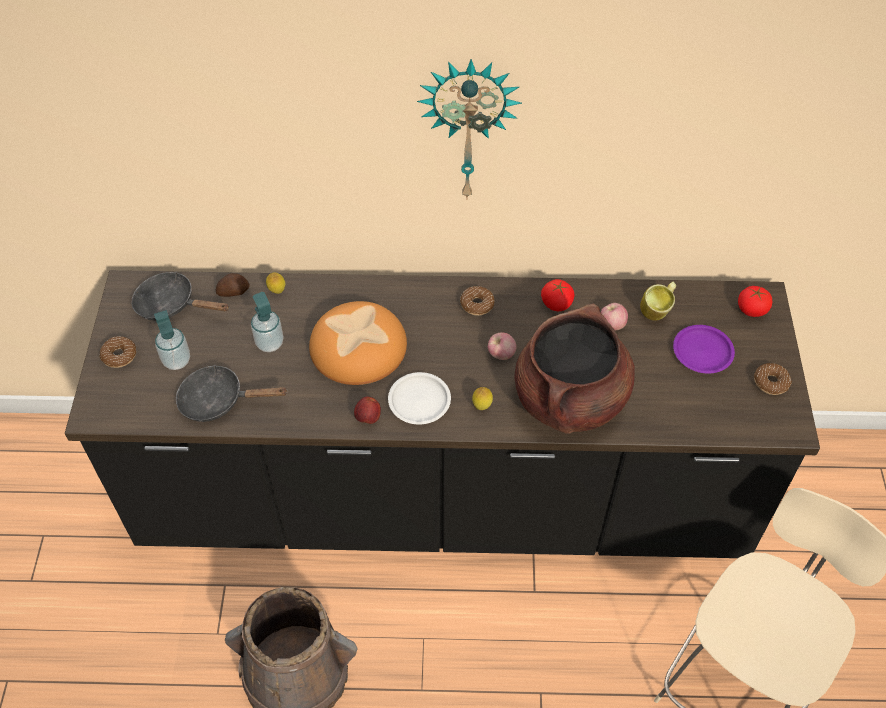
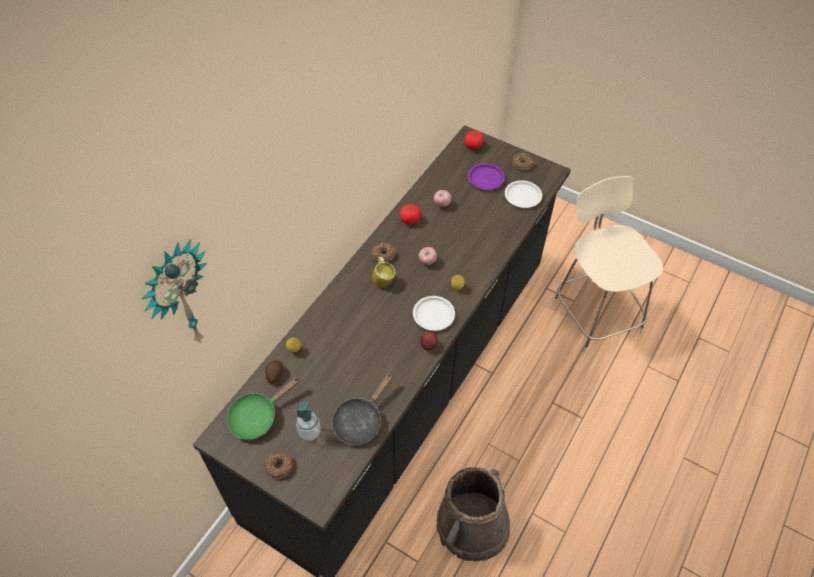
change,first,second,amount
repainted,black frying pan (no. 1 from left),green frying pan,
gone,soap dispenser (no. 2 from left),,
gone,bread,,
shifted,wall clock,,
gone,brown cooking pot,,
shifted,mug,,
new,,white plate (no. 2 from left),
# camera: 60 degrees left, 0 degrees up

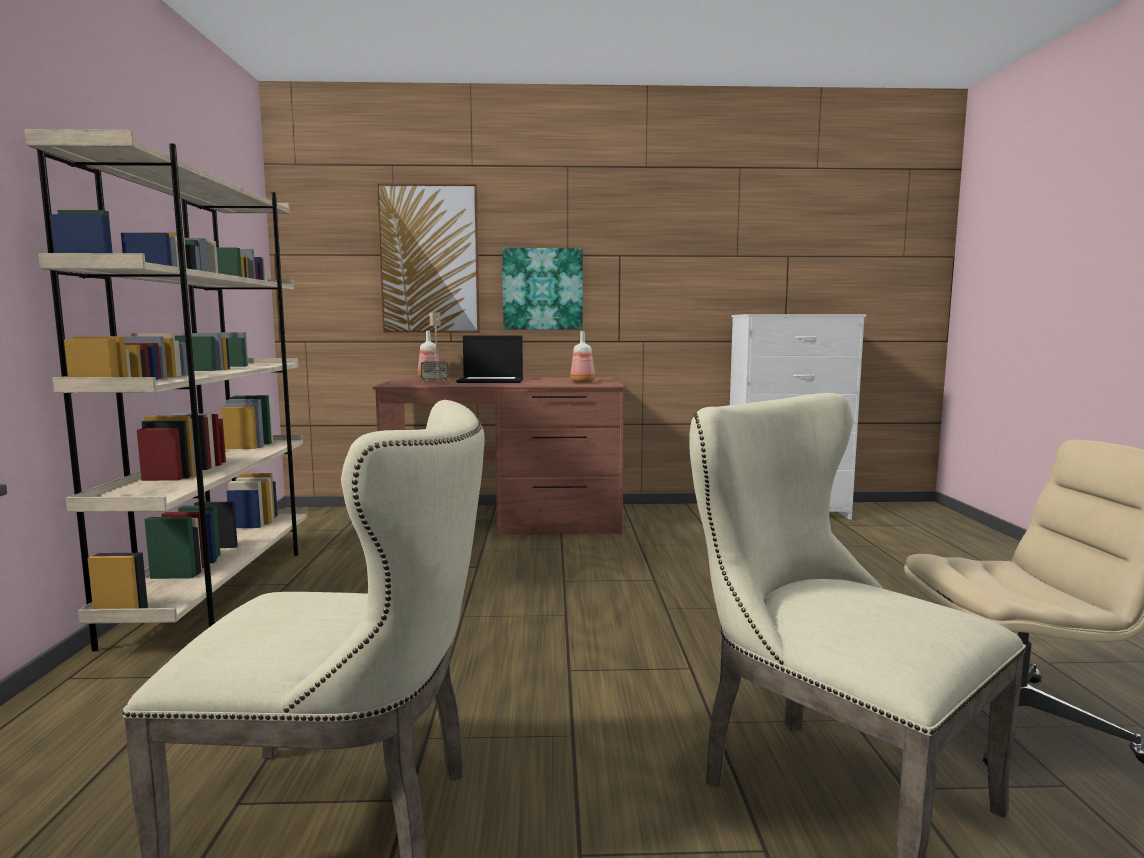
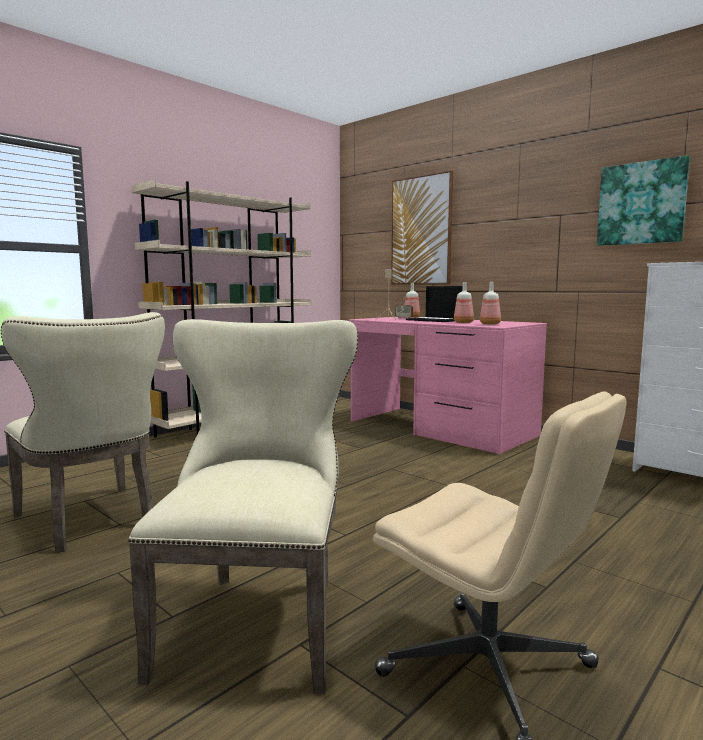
change,first,second,amount
repainted,brown desk,pink desk,
shifted,picture (no. 2 from left),,
new,,bottle (no. 2 from left),
# camera: 45 degrees right, 0 degrees up

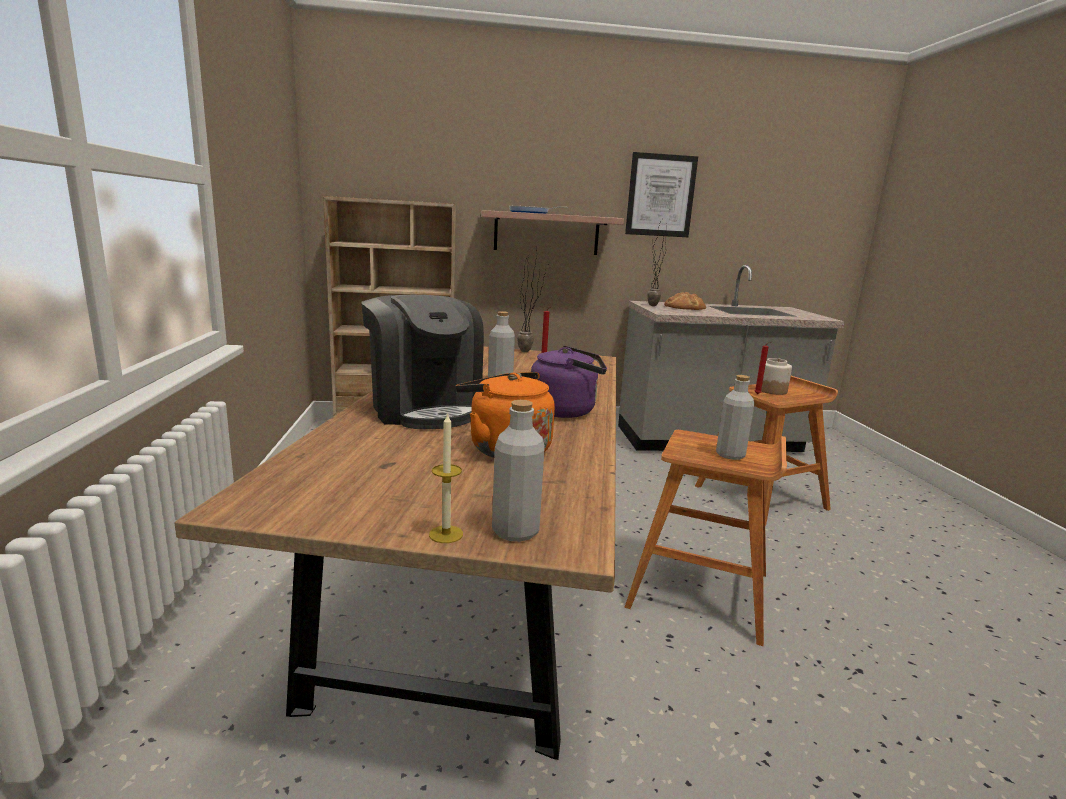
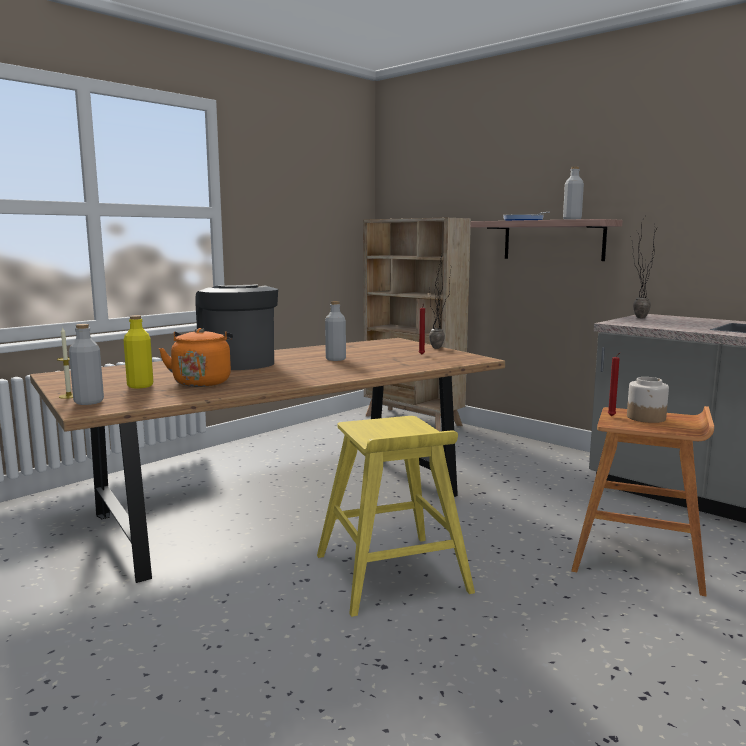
change,first,second,amount
rotated,coffee machine,,135 degrees clockwise
gone,purple kettle,,
repainted,brown stool (no. 1 from left),yellow stool,
gone,picture,,
gone,bread,,
shifted,grey bottle (no. 3 from left),,
new,,yellow bottle,
# camera: 50 degrees right, 5 degrees down

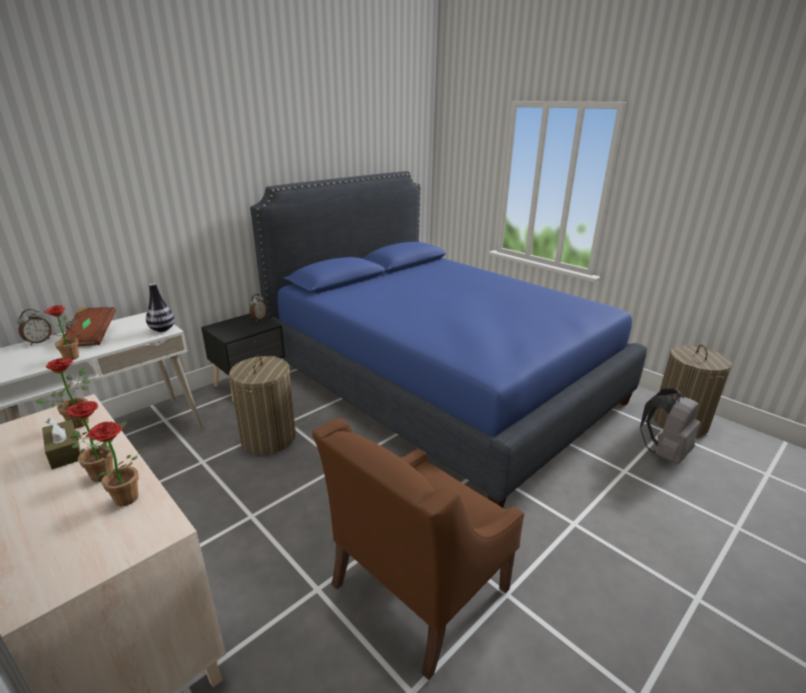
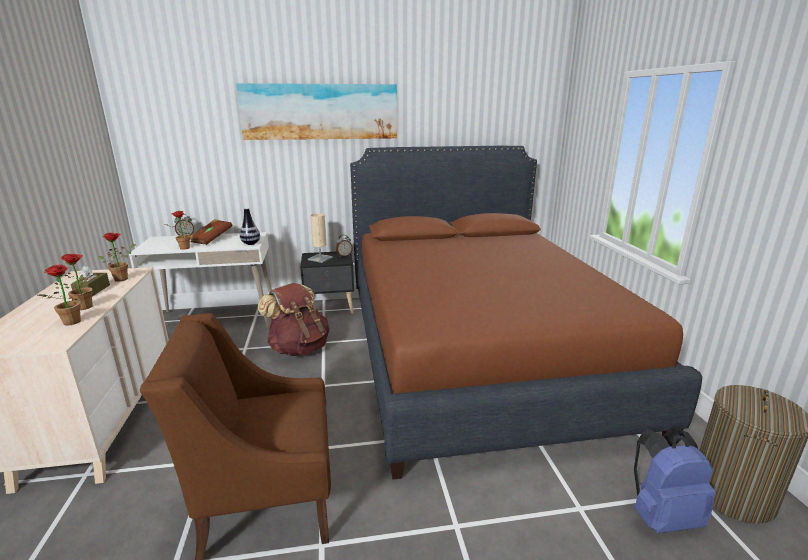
change,first,second,amount
swapped,laundry basket (no. 1 from left),brown backpack,
repainted,blue bed,brown bed,
repainted,grey backpack,blue backpack,
new,,picture,
new,,beige table lamp,
# camera: 35 degrees right, 5 degrees down

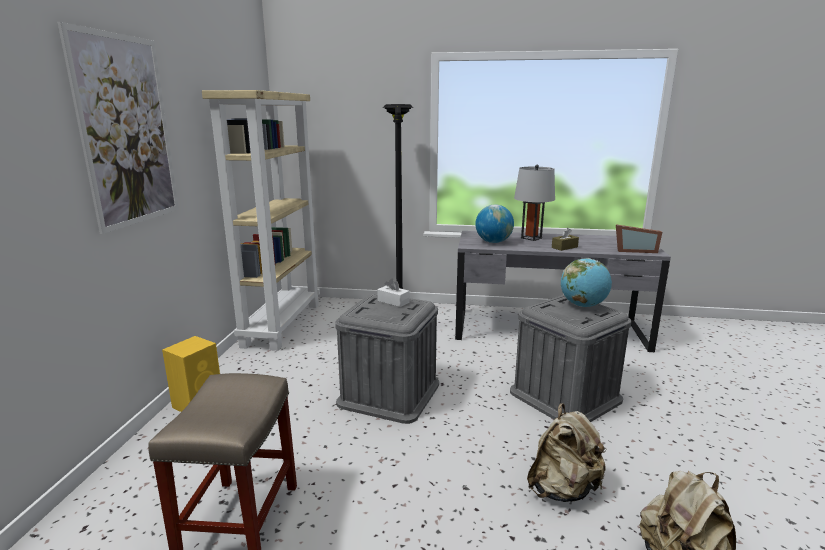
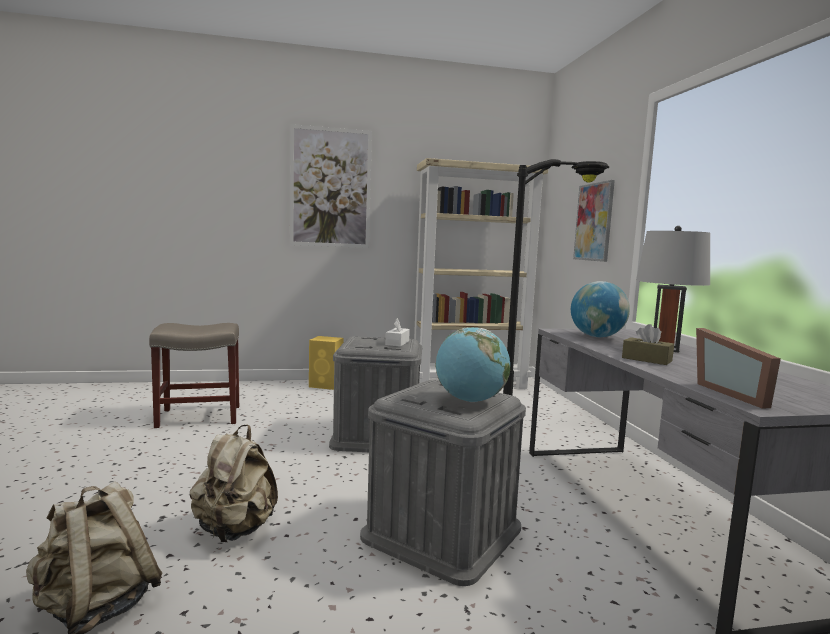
change,first,second,amount
new,,picture (no. 2 from left),
# camera: 70 degrees right, 10 degrees down

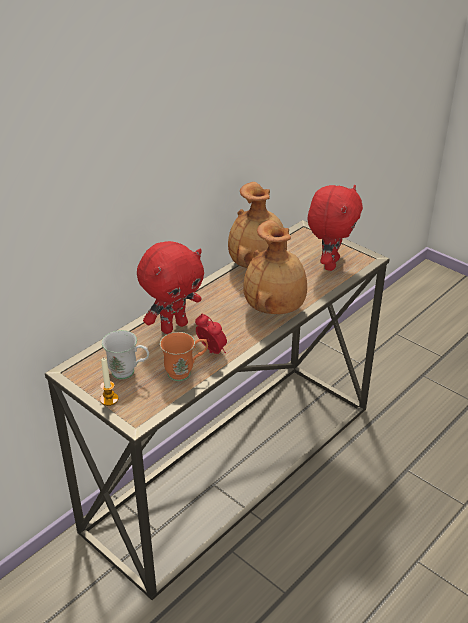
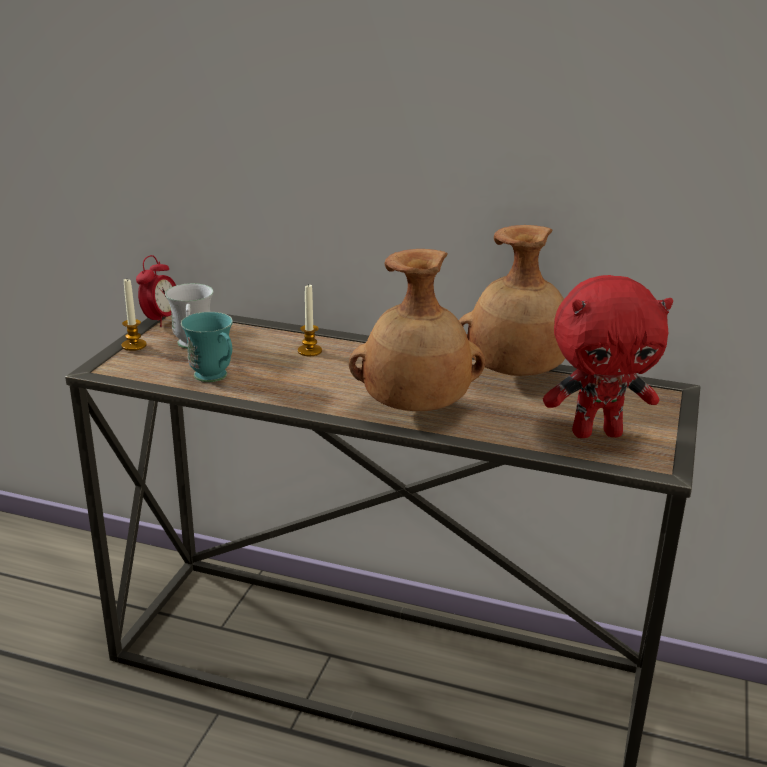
change,first,second,amount
swapped,red plush toy (no. 1 from left),candle (no. 2 from left),
repainted,orange mug,turquoise mug,
shifted,alarm clock,,
# camera: 65 degrees right, 10 degrees down

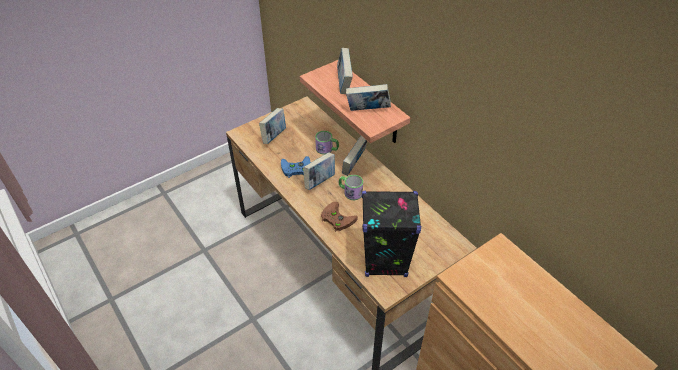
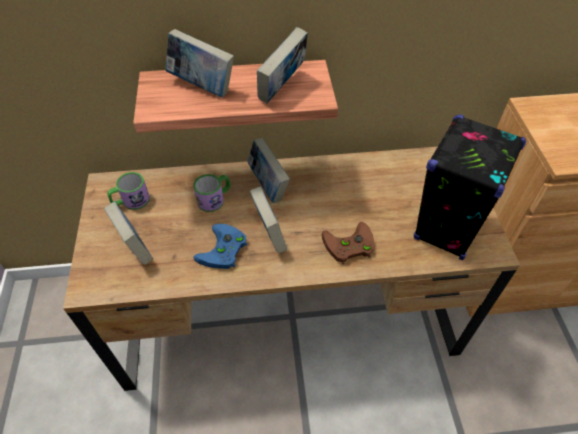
change,first,second,amount
shifted,mug (no. 2 from left in the first image),mug (no. 1 from left),
# camera: 60 degrees left, 5 degrees up

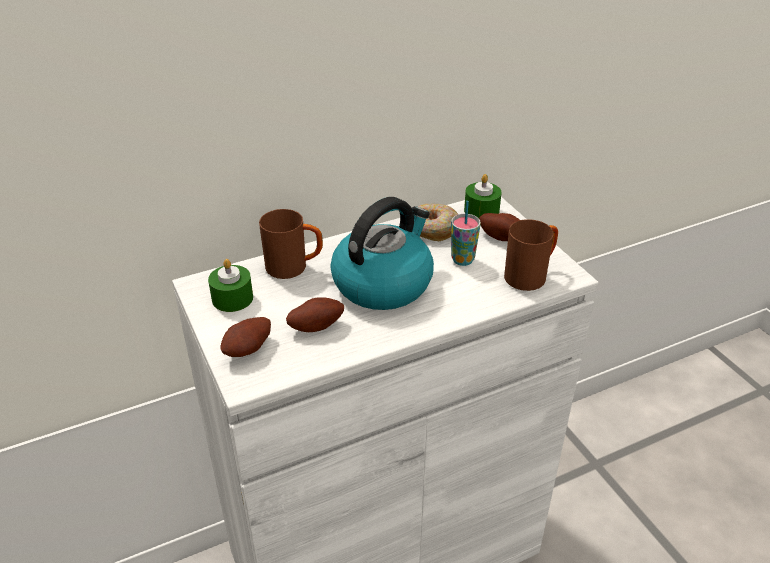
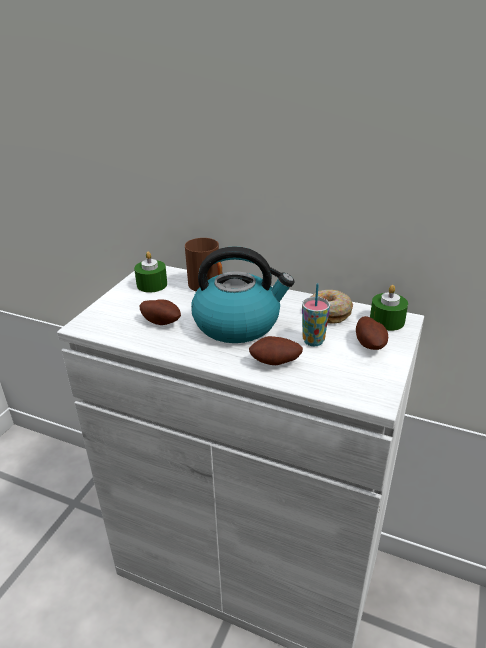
change,first,second,amount
shifted,potato (no. 1 from left in the first image),potato (no. 2 from left),
gone,brown mug (no. 2 from left),,
# camera: 50 degrees right, 5 degrees down

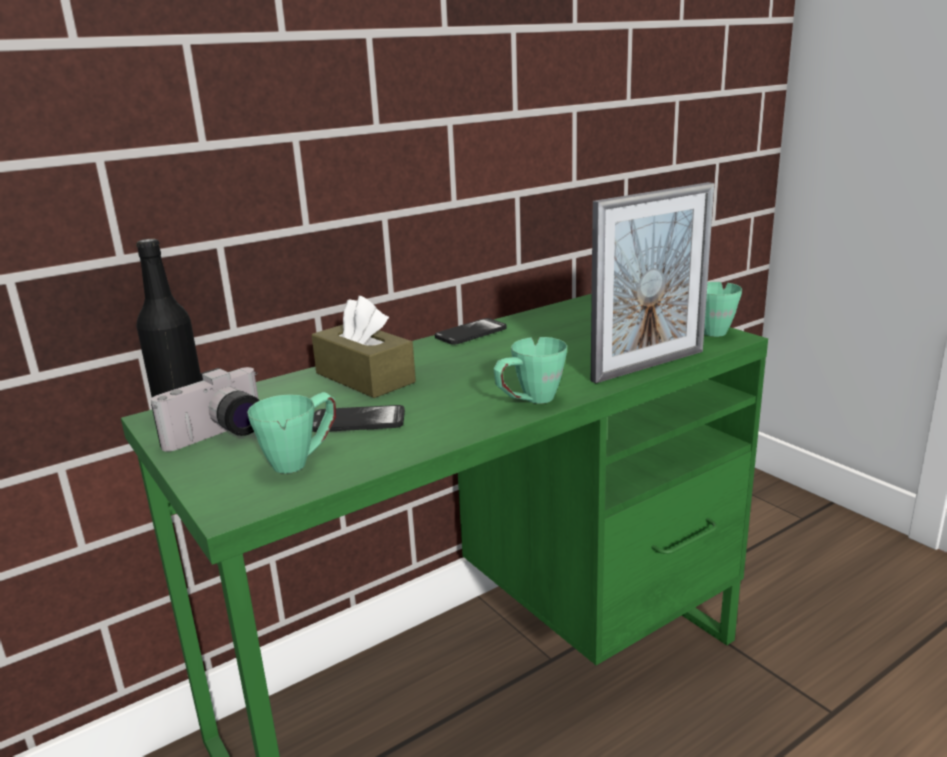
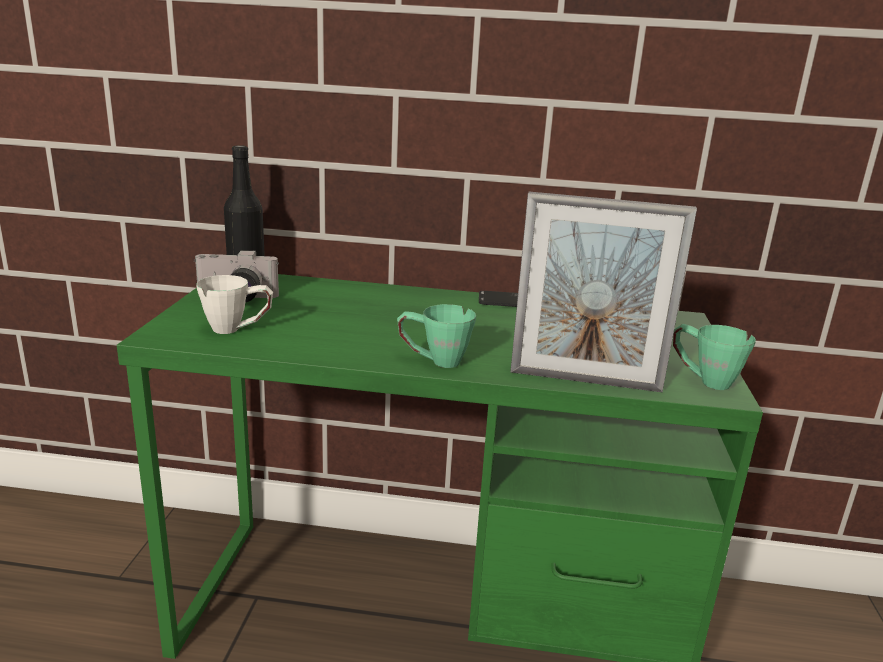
change,first,second,amount
repainted,green mug (no. 1 from left),white mug,
gone,brown tissue box,,
gone,phone (no. 1 from left),,
# camera: 40 degrees right, 0 degrees up

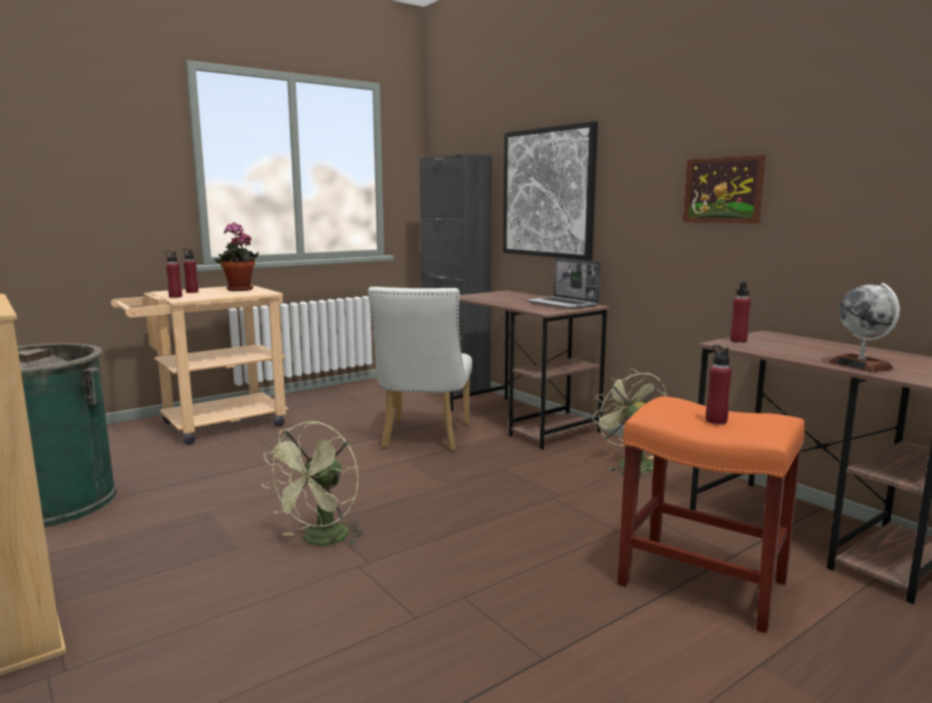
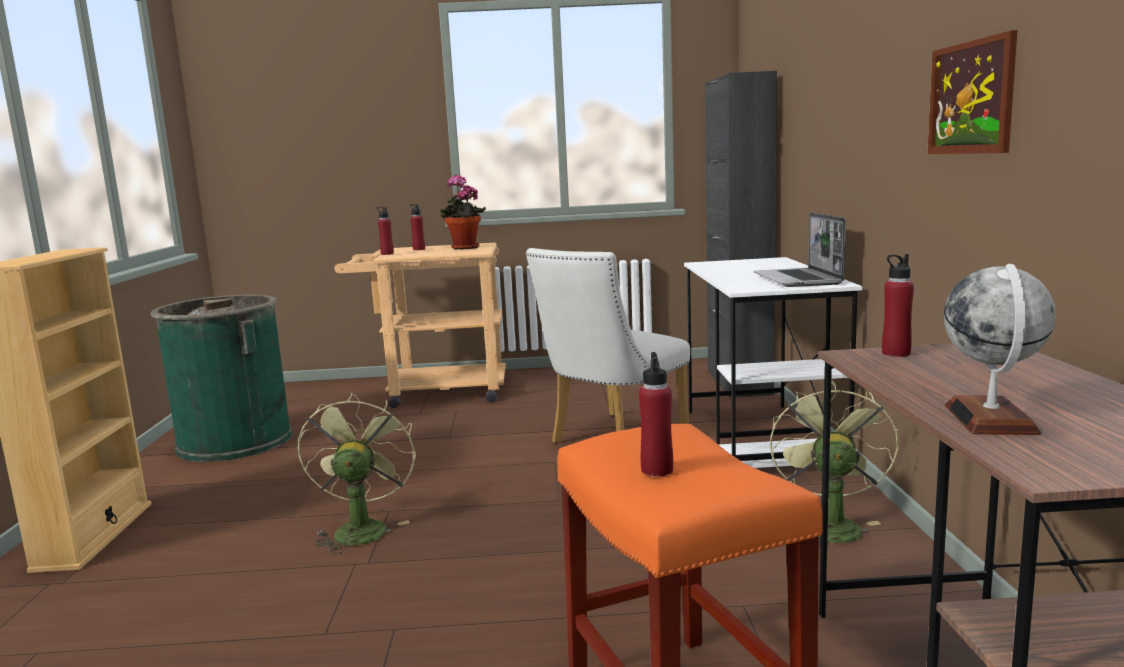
change,first,second,amount
rotated,green fan (no. 1 from left),,120 degrees clockwise
repainted,brown desk (no. 1 from left),white desk,
gone,picture (no. 1 from left),,
# camera: 35 degrees right, 0 degrees up

